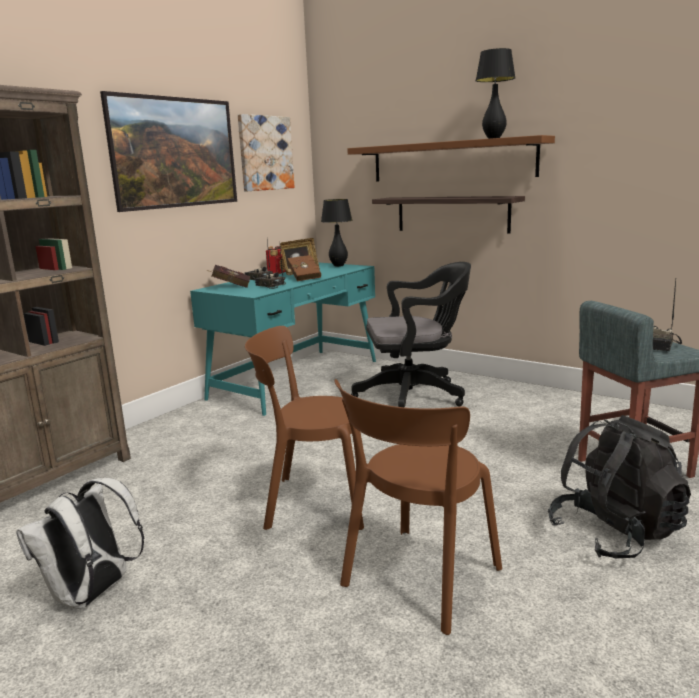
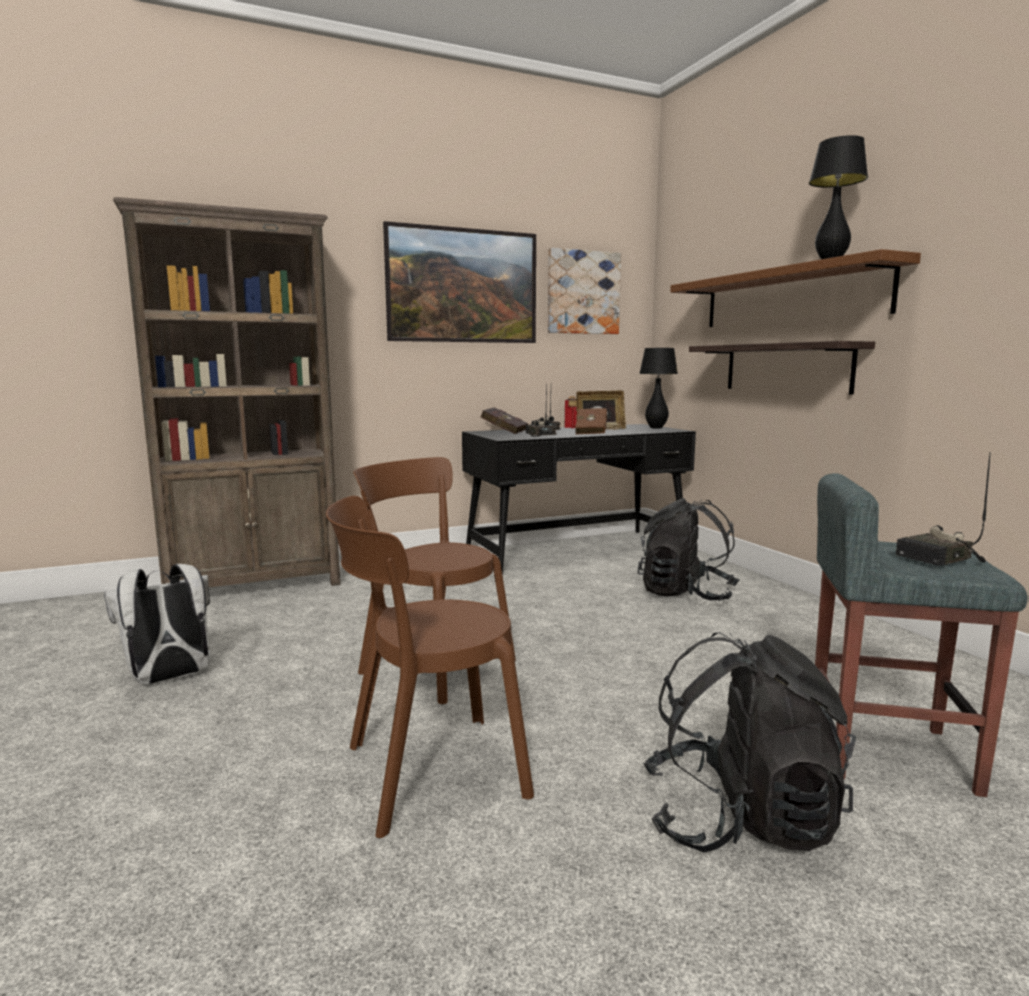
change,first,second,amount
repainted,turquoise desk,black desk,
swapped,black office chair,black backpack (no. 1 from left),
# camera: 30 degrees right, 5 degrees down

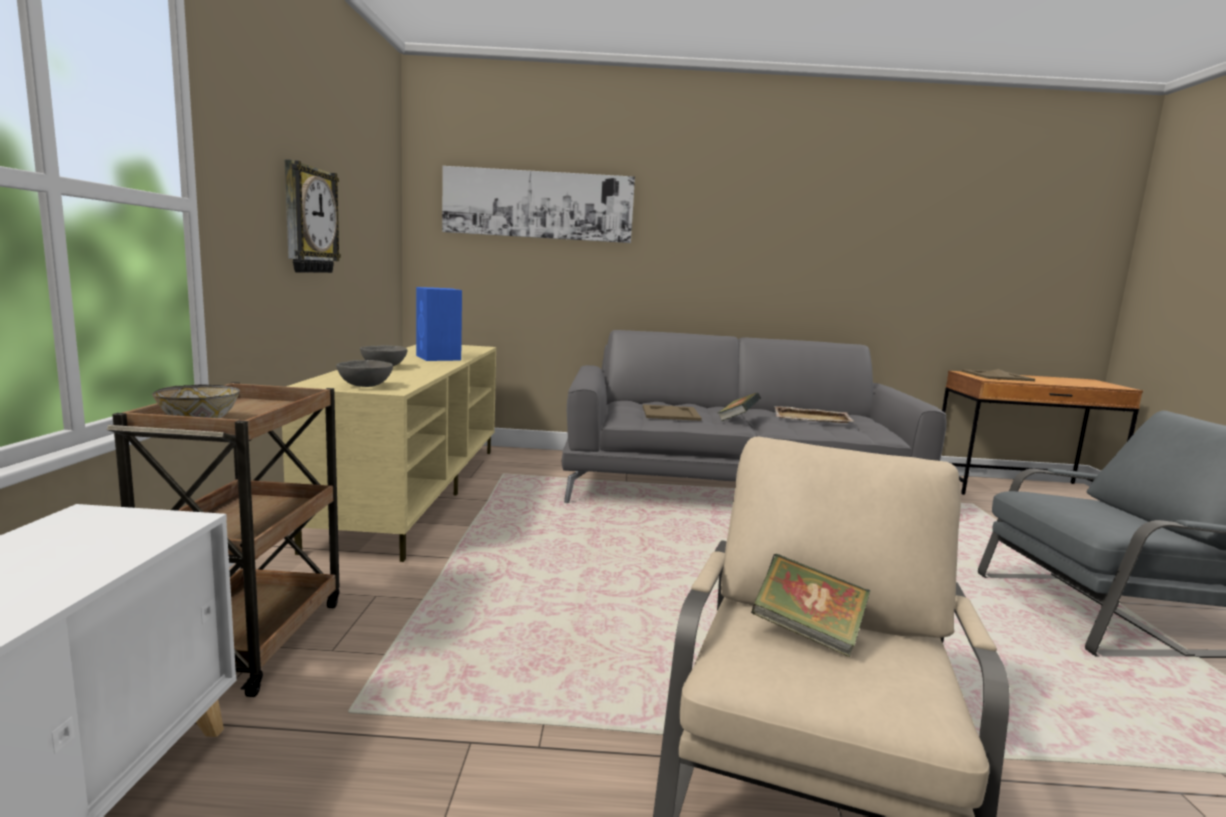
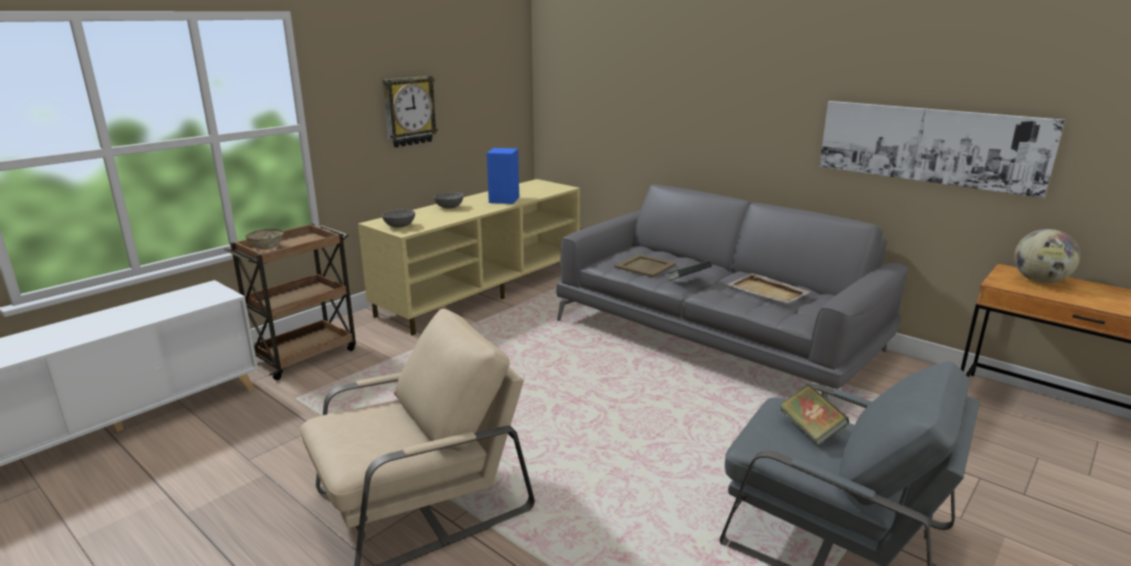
change,first,second,amount
shifted,picture,,
shifted,book (no. 2 from left),,
swapped,beige tray (no. 3 from left),globe,
# camera: 40 degrees right, 10 degrees up

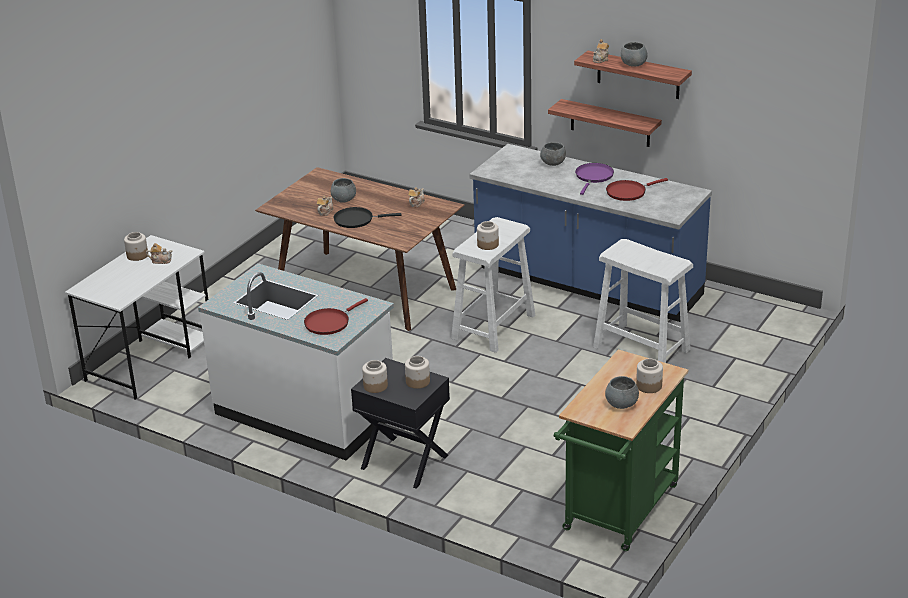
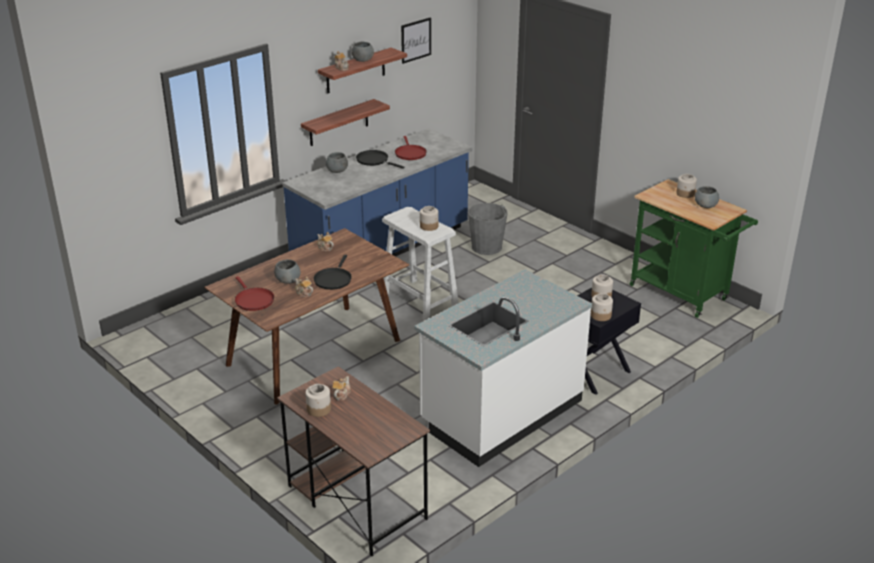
change,first,second,amount
repainted,white desk,brown desk,
shifted,red frying pan (no. 1 from left),,
repainted,purple frying pan,black frying pan (no. 2 from left),
swapped,white stool (no. 2 from left),grey bucket,
new,,picture,
# camera: 75 degrees left, 0 degrees up

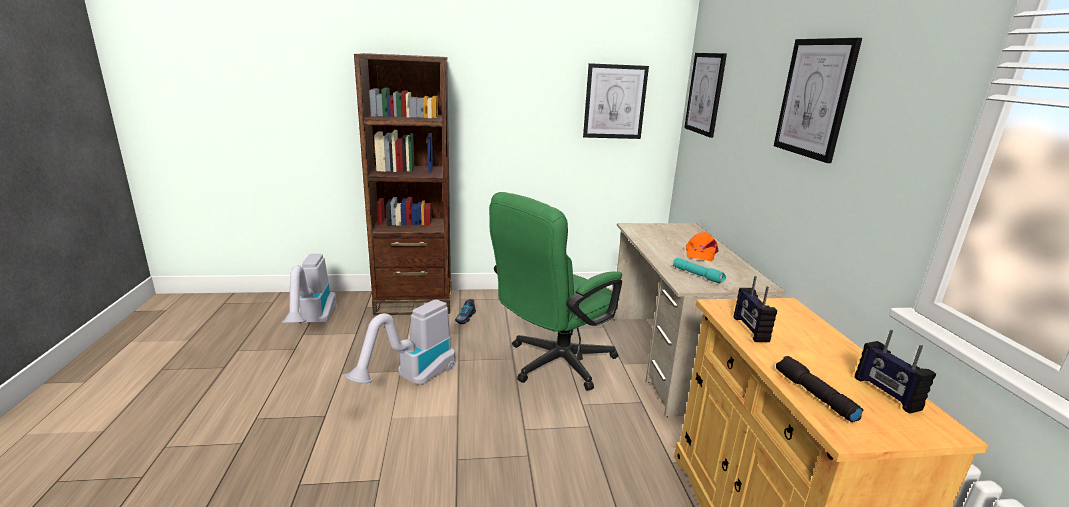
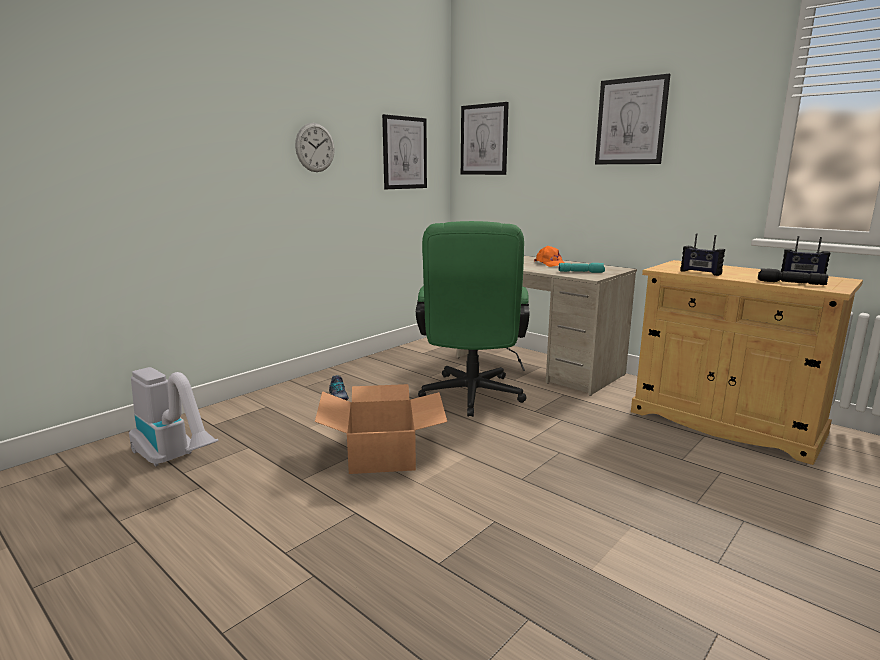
change,first,second,amount
swapped,vacuum cleaner (no. 2 from left),cardboard box,
gone,brown bookcase,,
new,,wall clock,
# camera: 40 degrees left, 5 degrees down

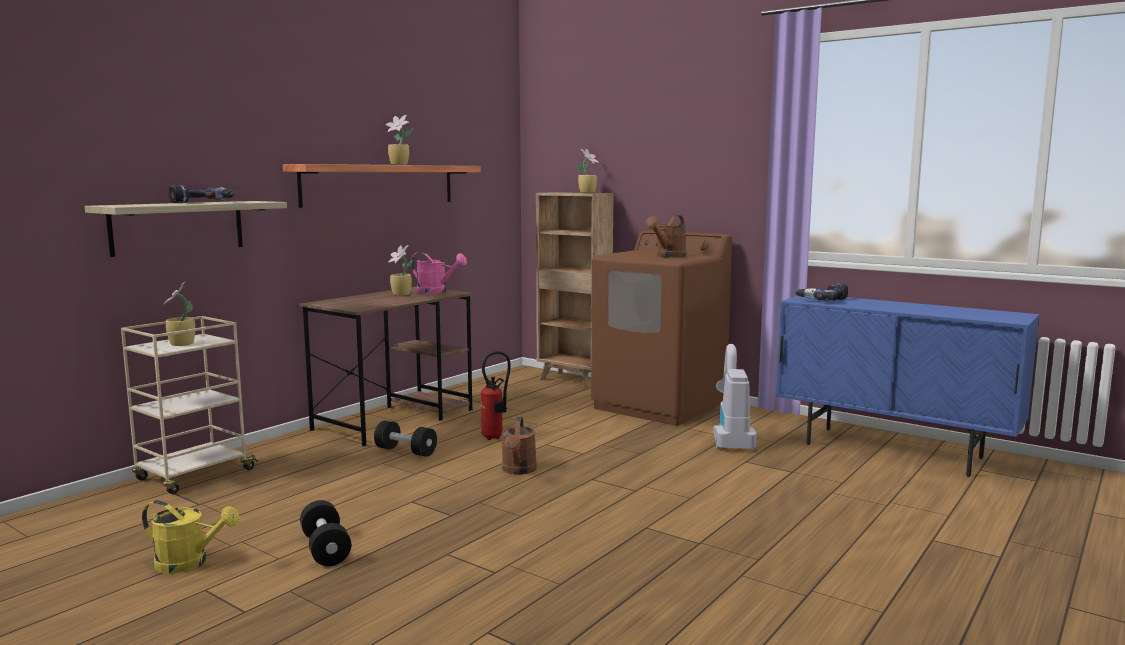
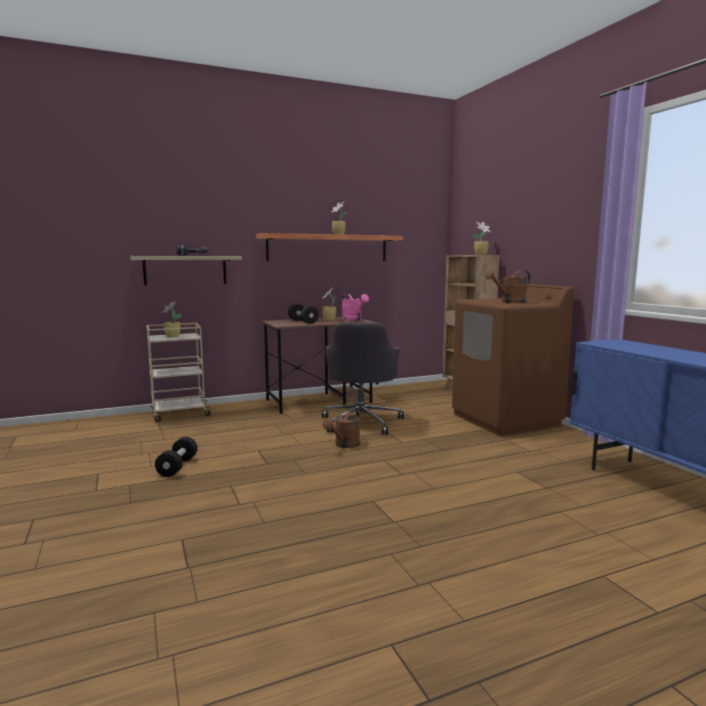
change,first,second,amount
gone,yellow watering can,,
shifted,black dumbbell (no. 2 from left),,
swapped,fire extinguisher,grey office chair,
gone,vacuum cleaner,,
gone,power drill (no. 2 from left),,
# camera: 30 degrees right, 0 degrees up

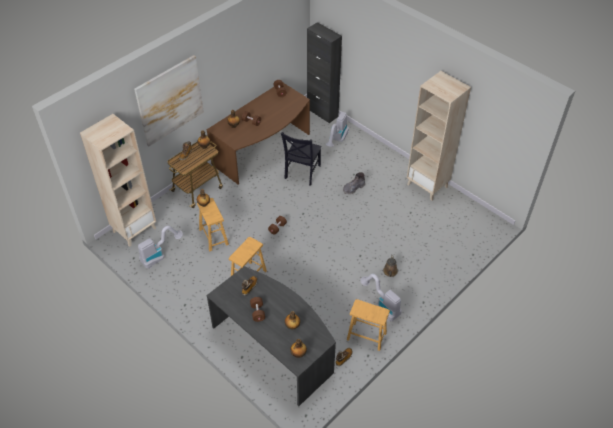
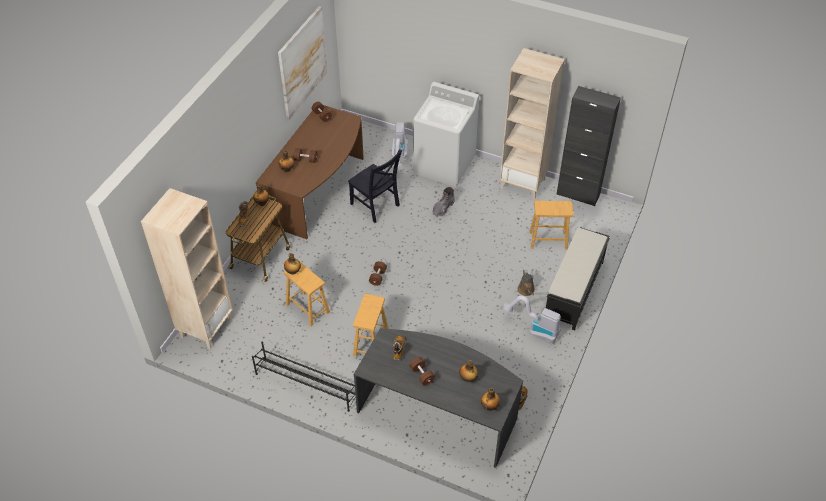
change,first,second,amount
shifted,picture,,
gone,vacuum cleaner (no. 1 from left),,
rotated,black chair,,45 degrees counterclockwise
shifted,black cabinet,,
shifted,brown stool (no. 3 from left),,
new,,black shoe rack,
new,,white washing machine,
new,,black bench,
# camera: 20 degrees left, 0 degrees up

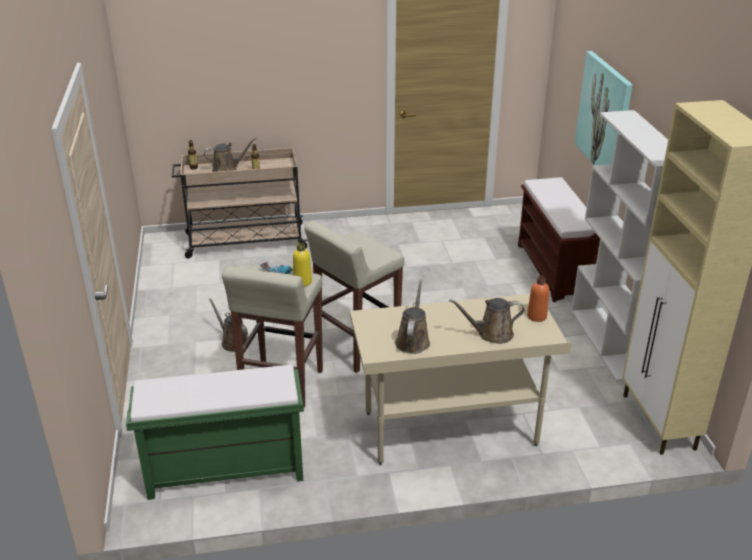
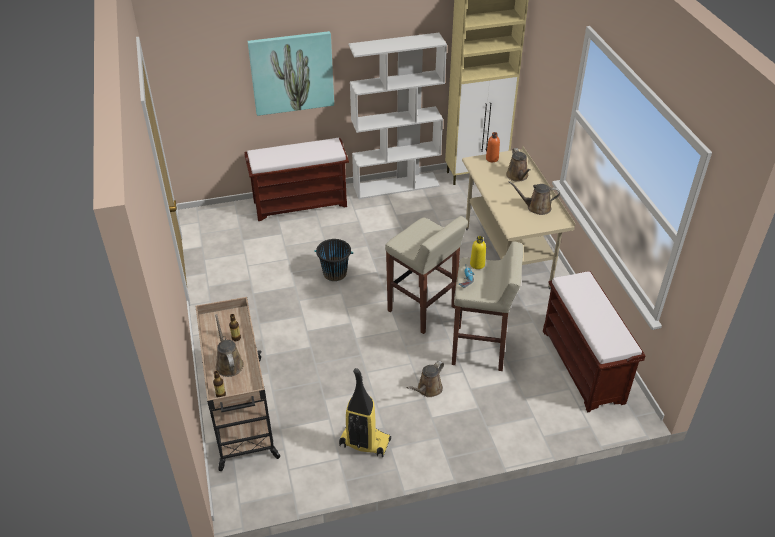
change,first,second,amount
repainted,green bench,brown bench (no. 2 from left),
new,,black bucket,
new,,vacuum cleaner,
# camera: 95 degrees left, 10 degrees up

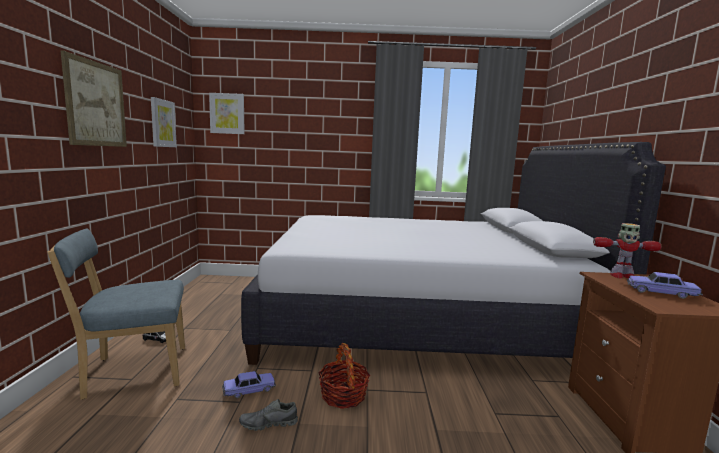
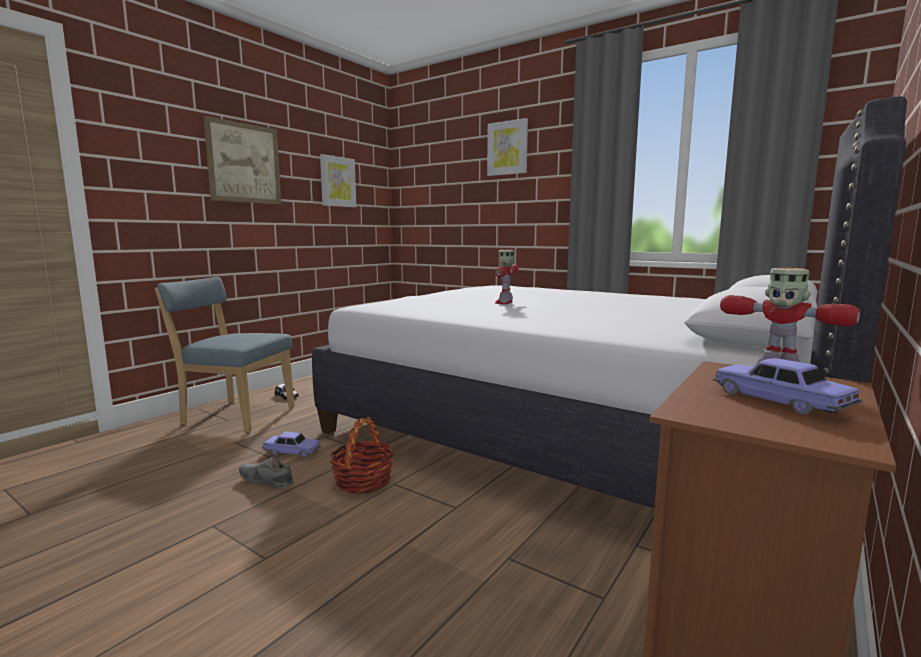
change,first,second,amount
shifted,picture (no. 3 from left),,
new,,toy robot (no. 1 from left),
# camera: 35 degrees right, 0 degrees up

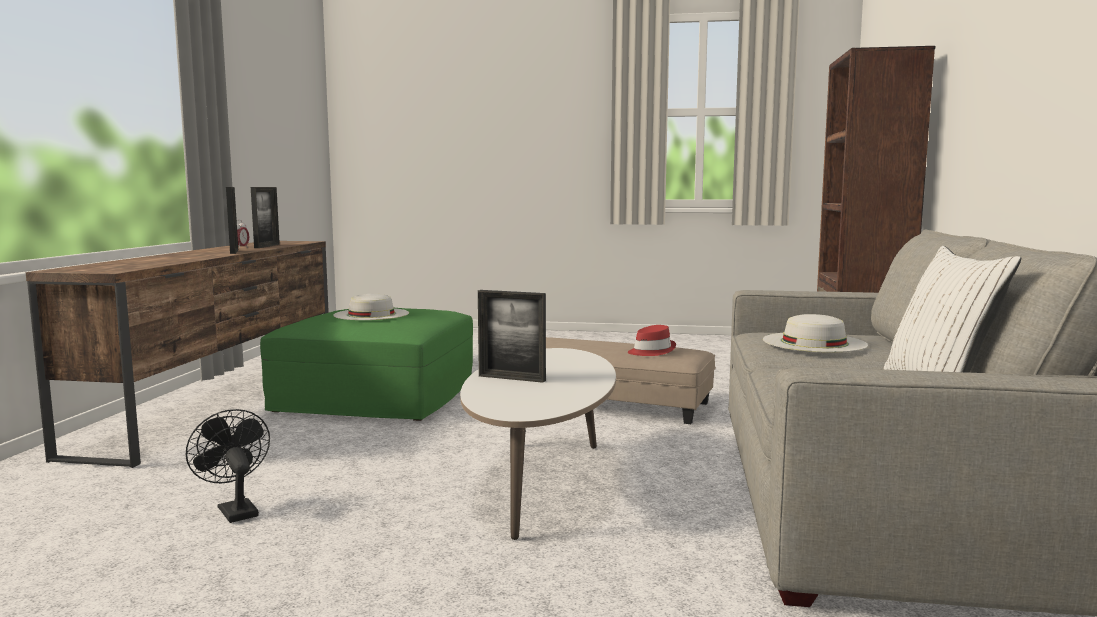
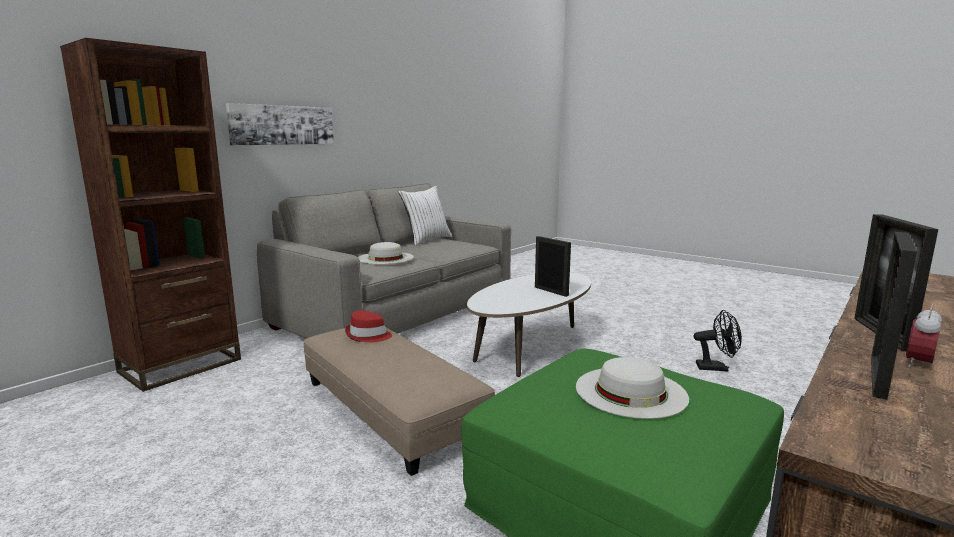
change,first,second,amount
rotated,black fan,,75 degrees counterclockwise
new,,picture,
# camera: 150 degrees left, 5 degrees up

